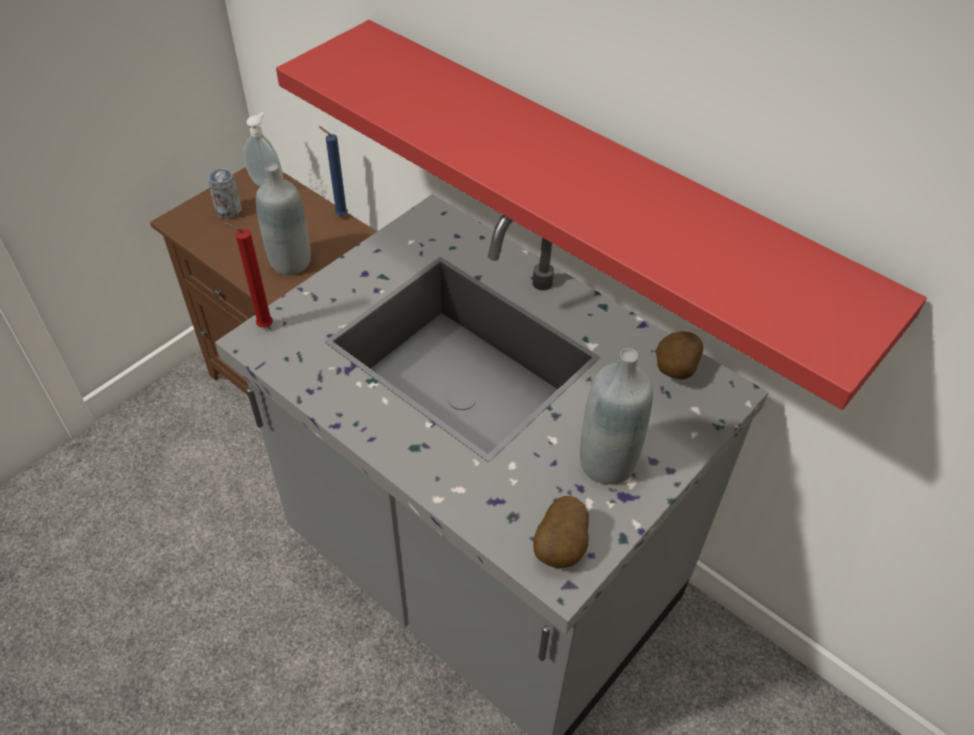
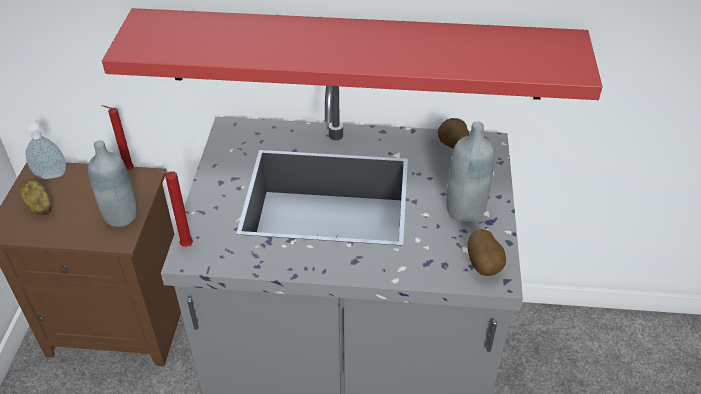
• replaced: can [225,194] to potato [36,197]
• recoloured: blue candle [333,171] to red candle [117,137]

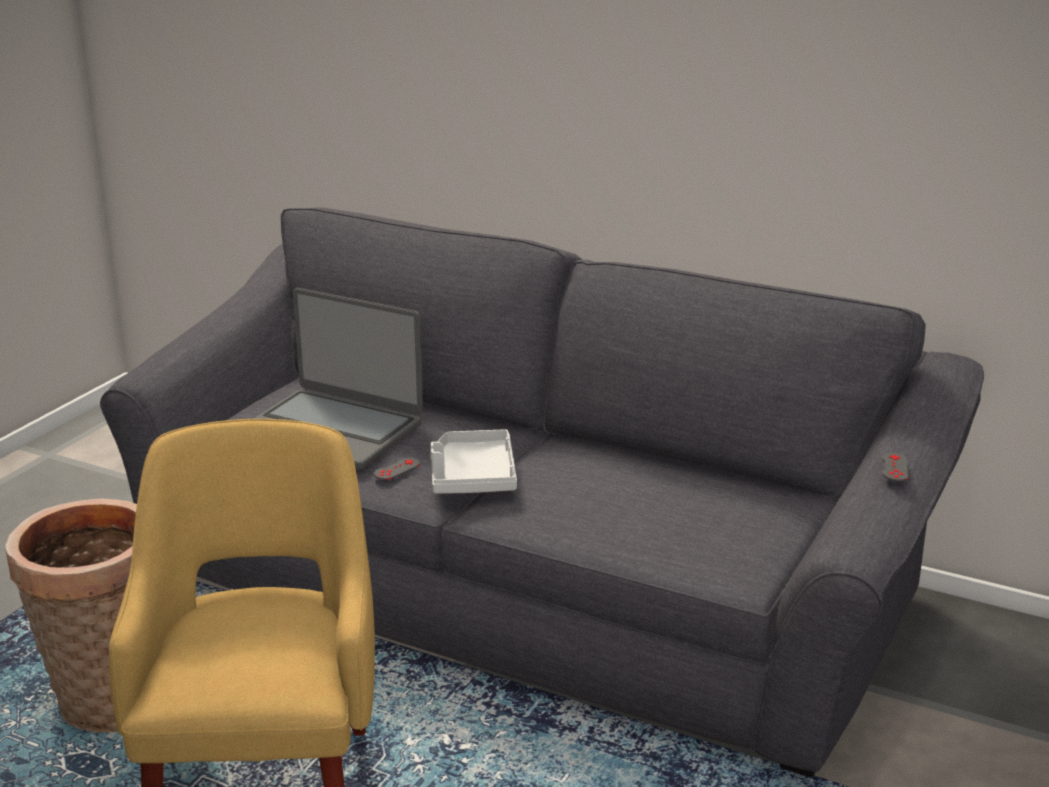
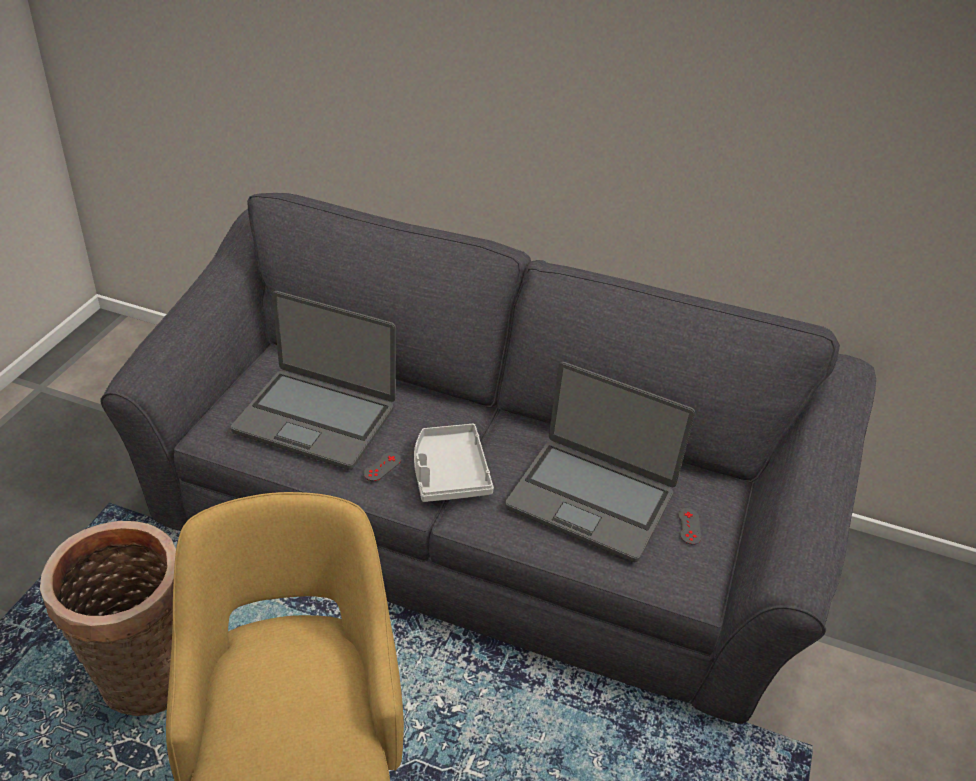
• added: laptop [600,462]
• moved: grey game controller [895,466] to [689,526]

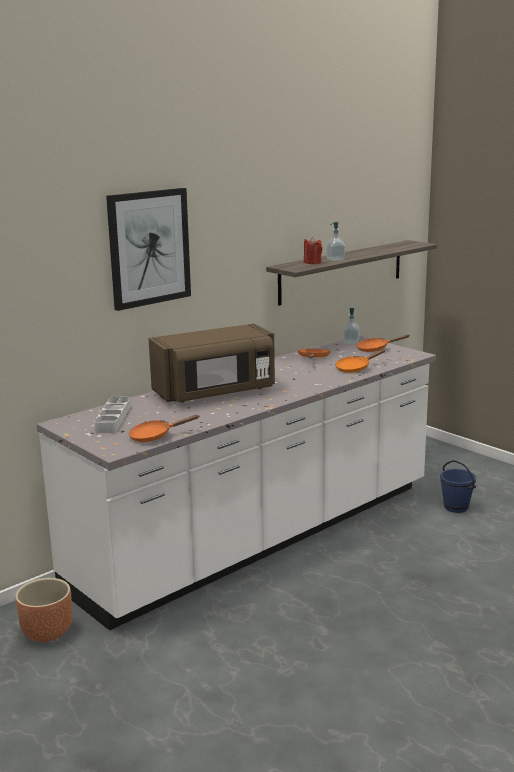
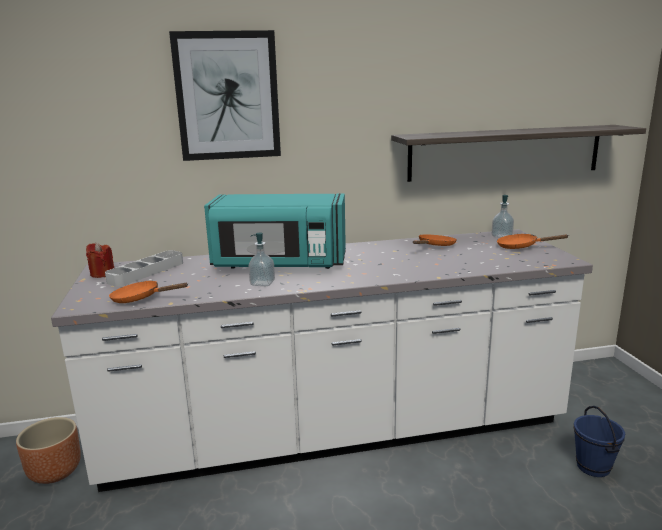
• moved: red candle [313,250] to [100,260]
• recoloured: brown microwave [212,363] to turquoise microwave [275,231]
• moved: soap dispenser [335,241] to [262,259]
• removed: orange frying pan [360,361]

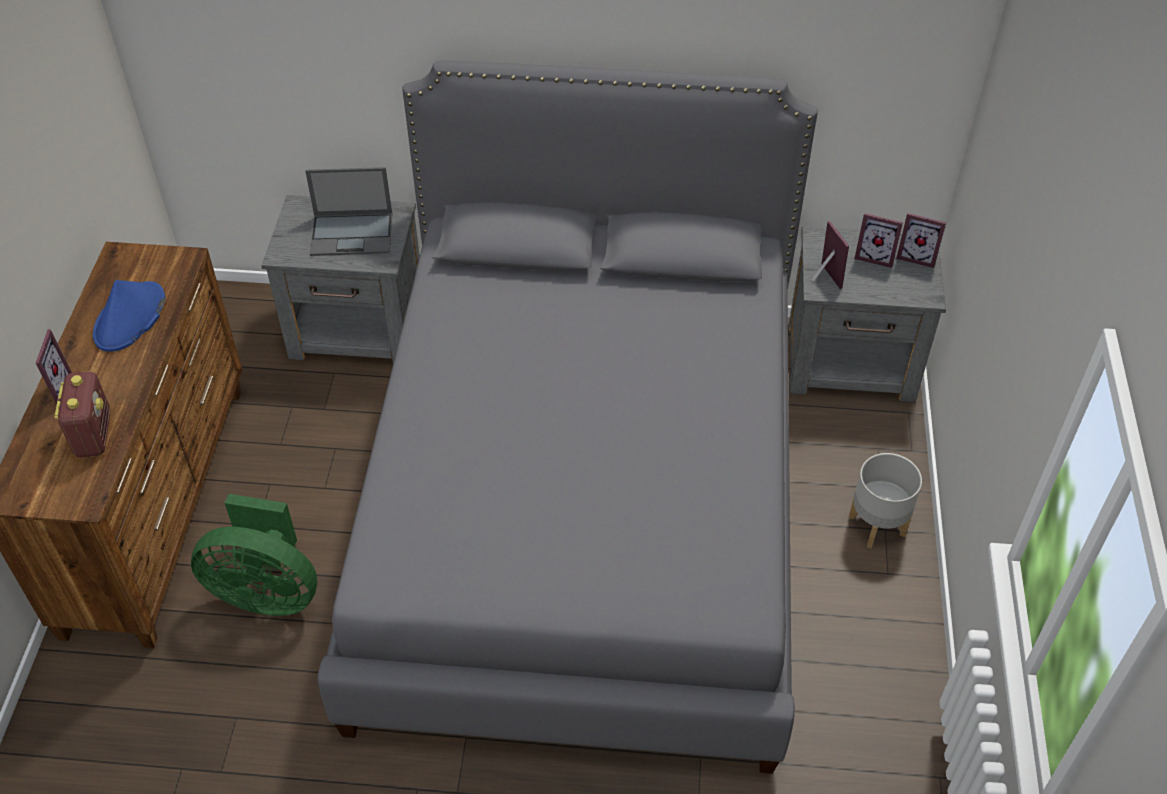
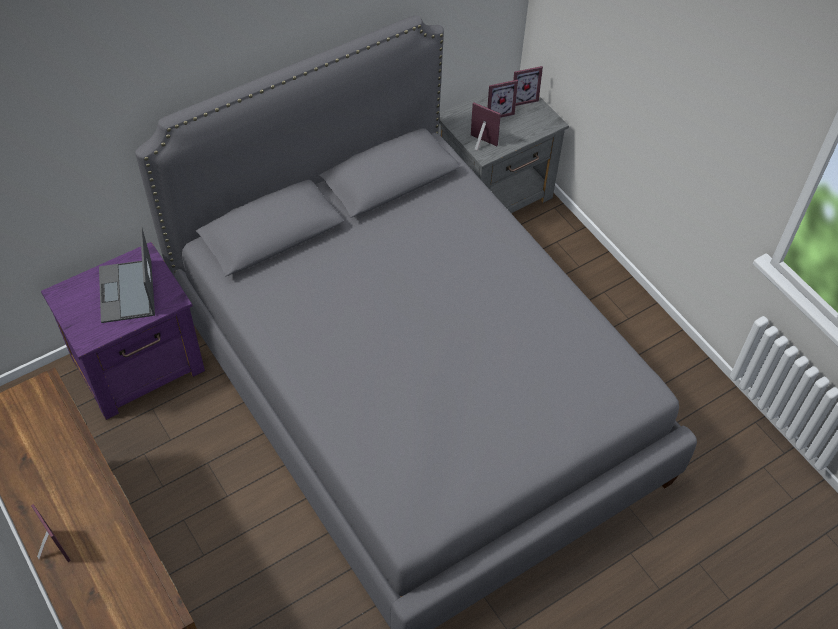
• recoloured: grey nightstand [340,279] to purple nightstand [123,331]
• turned: laptop [348,211] = [127,274] 120 degrees clockwise
• removed: radio [82,414]
• removed: blue hat [129,316]
• removed: green fan [254,555]
• removed: grey planter [885,500]

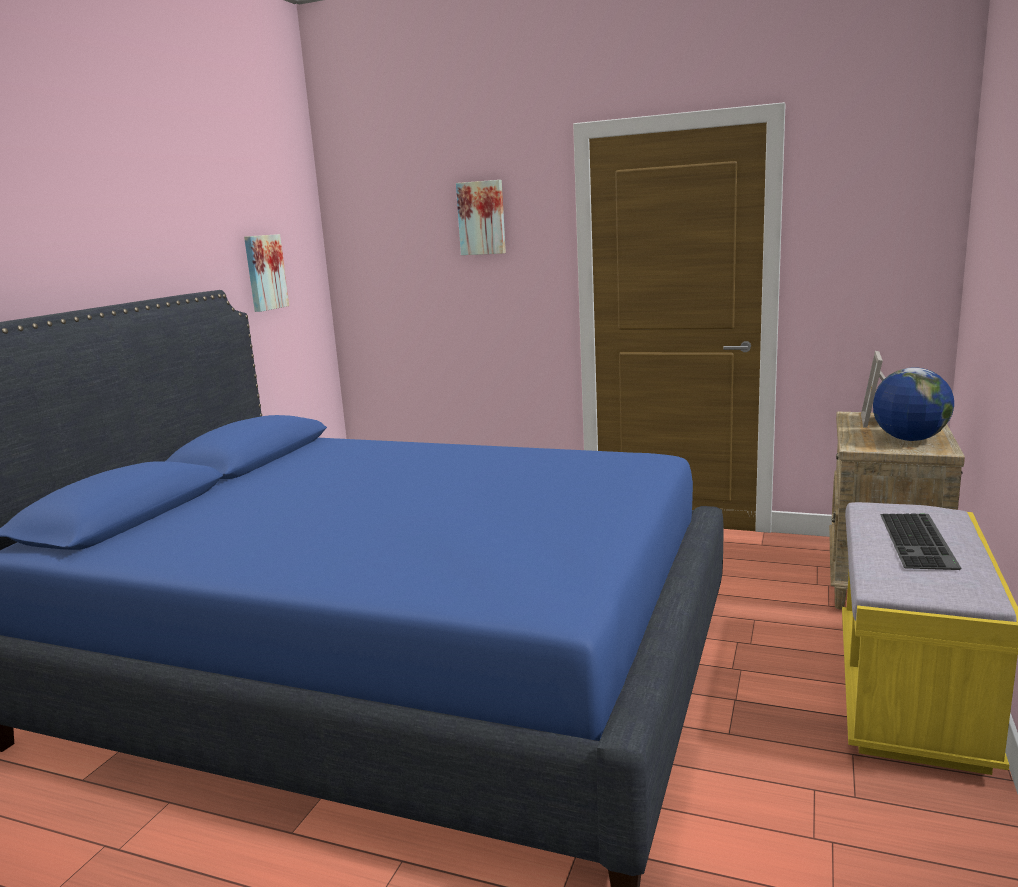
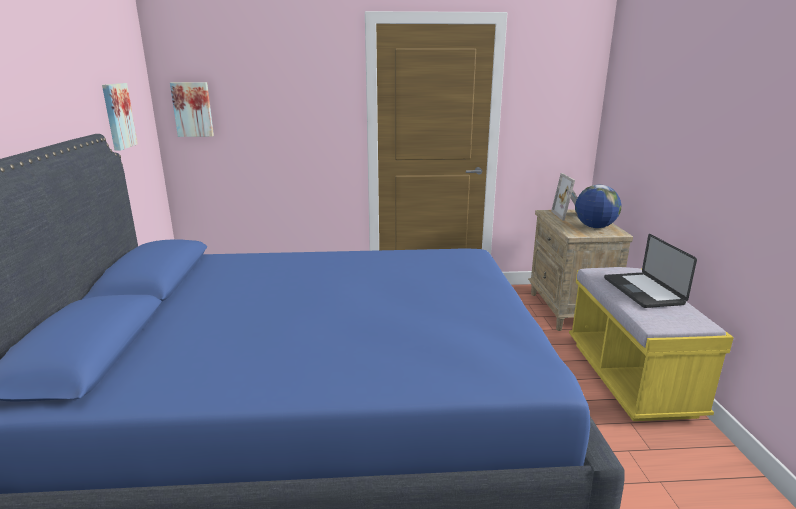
• moved: picture [481,217] to [192,109]
• replaced: keyboard [921,542] to laptop [650,271]

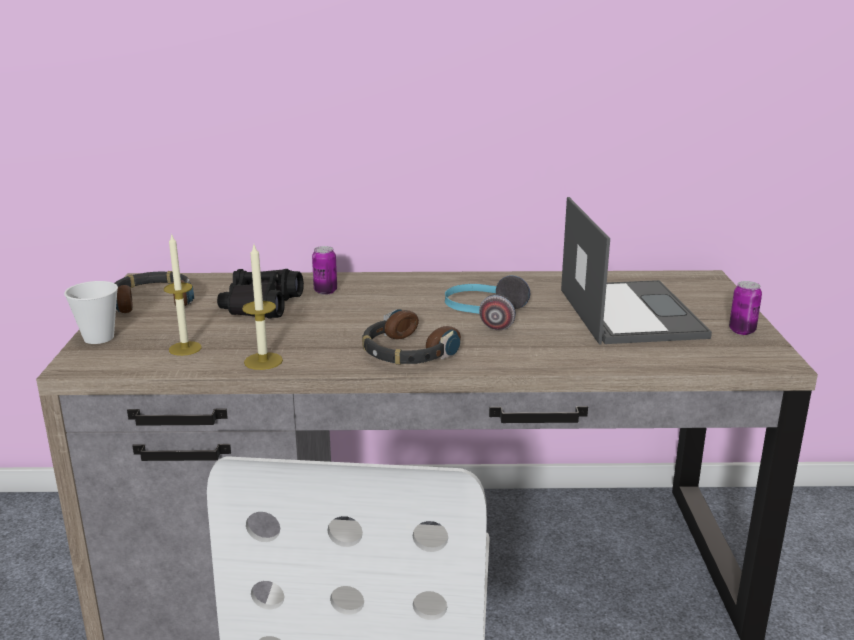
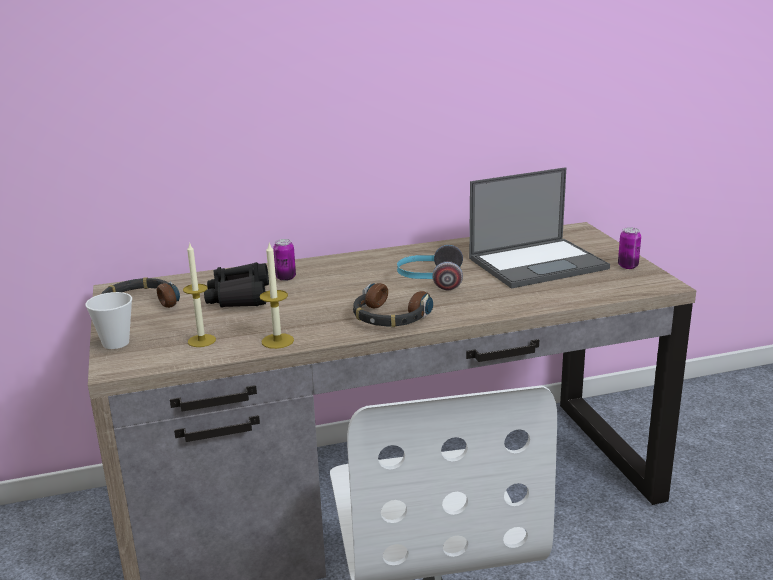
• turned: laptop [636,270] = [539,228] 90 degrees clockwise

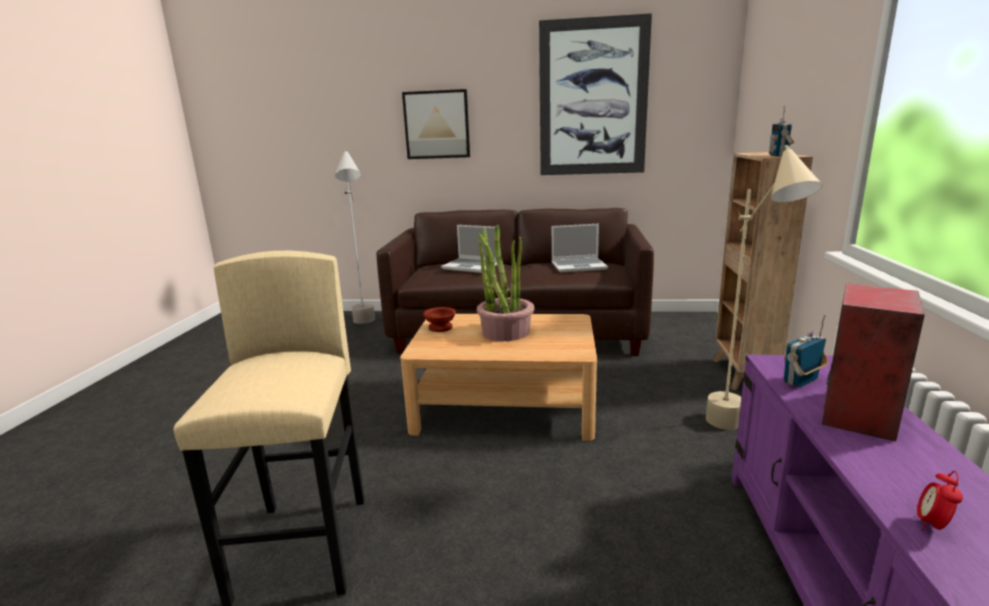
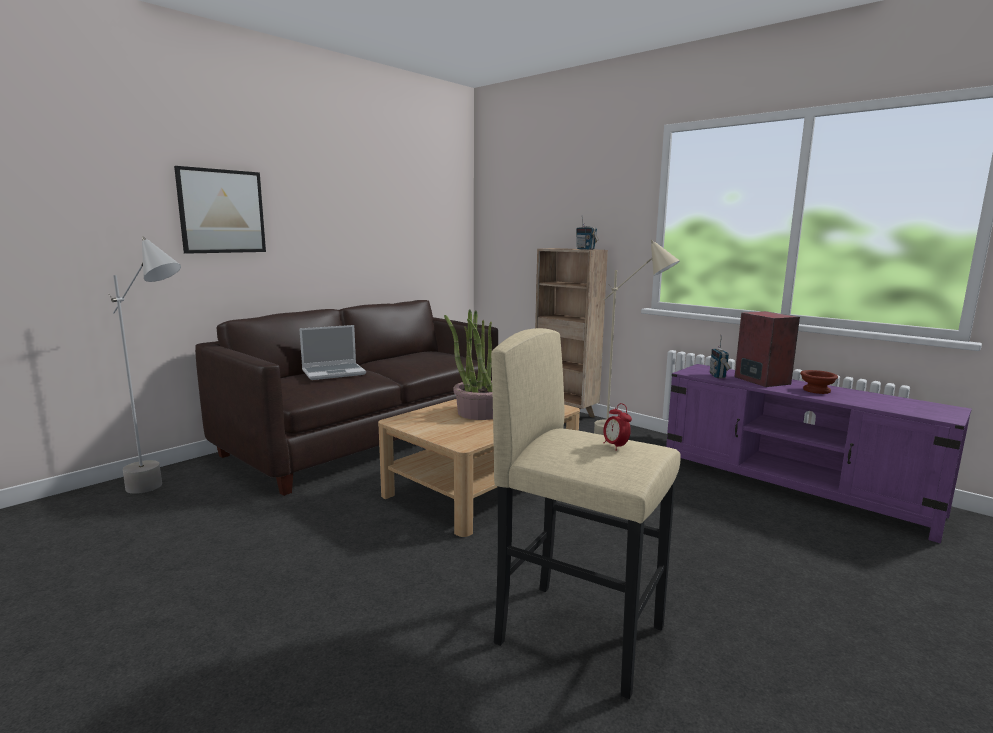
• moved: alarm clock [940,501] to [618,427]
• moved: brown bowl [439,319] to [819,382]
• removed: picture [595,94]
• removed: laptop [580,248]

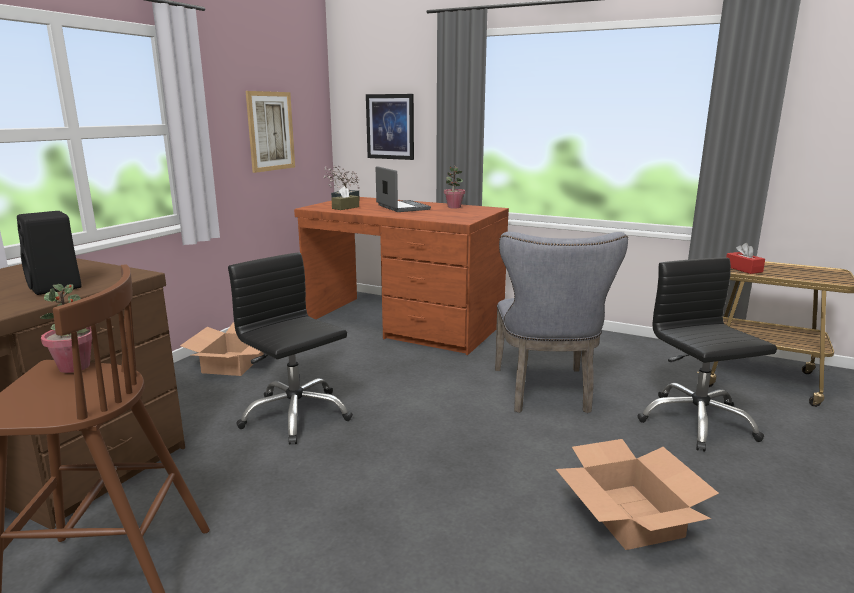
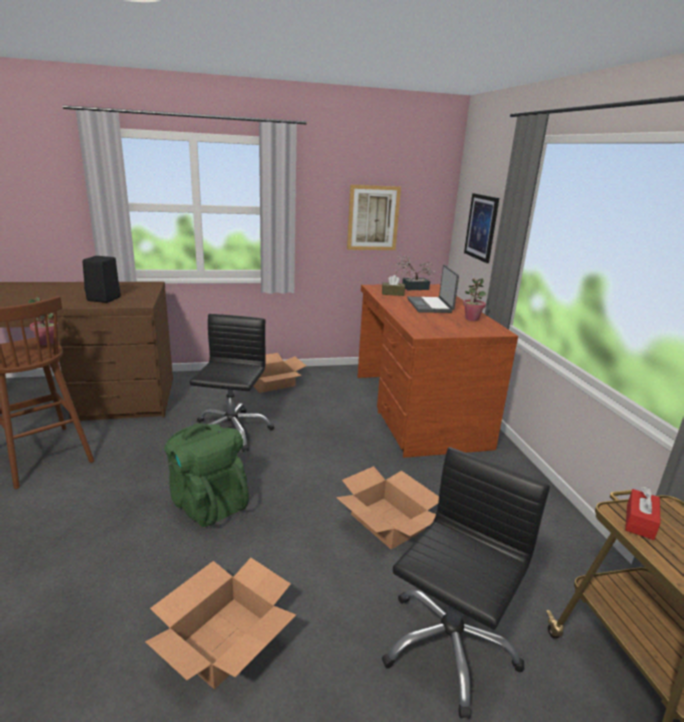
• added: green backpack [206,475]
• replaced: grey chair [561,322] to cardboard box [387,507]
• turned: laptop [403,189] = [433,289] 150 degrees clockwise

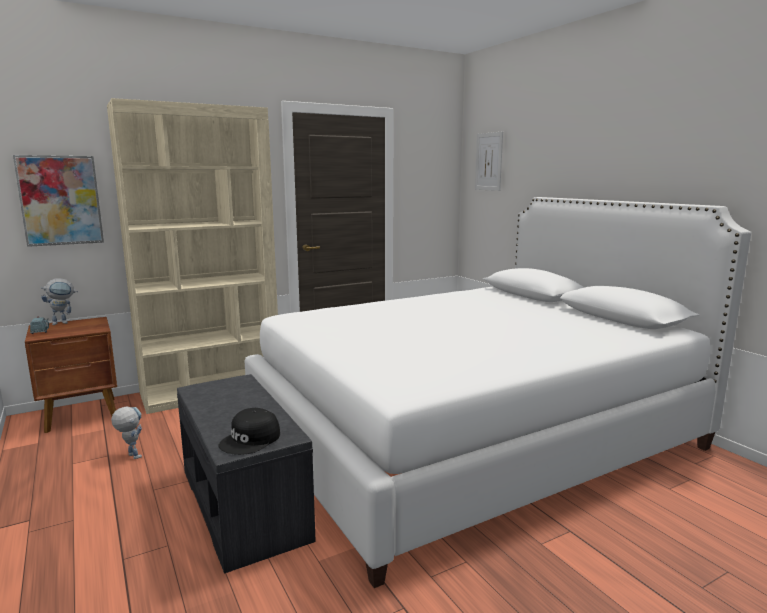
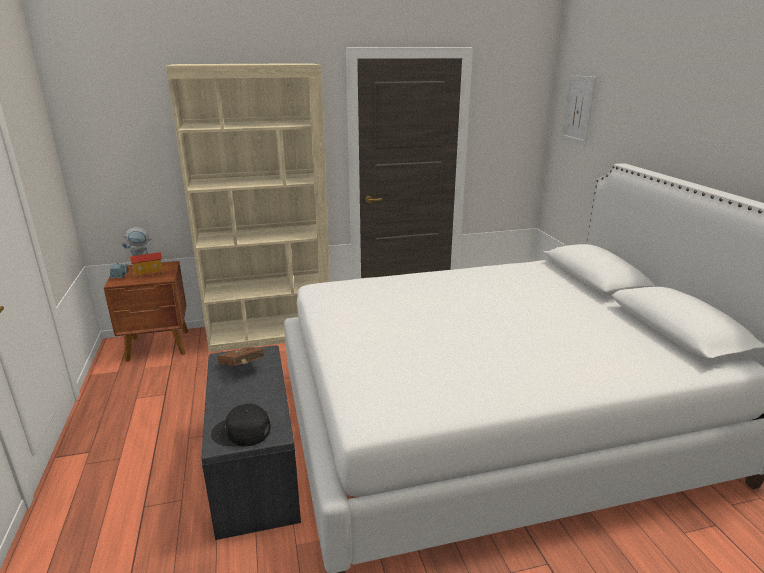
• added: toy house [149,265]
• turned: black cap [249,431] = [240,425] 45 degrees clockwise
• added: brown book [240,356]
• removed: picture [58,201]
• removed: toy robot [126,432]

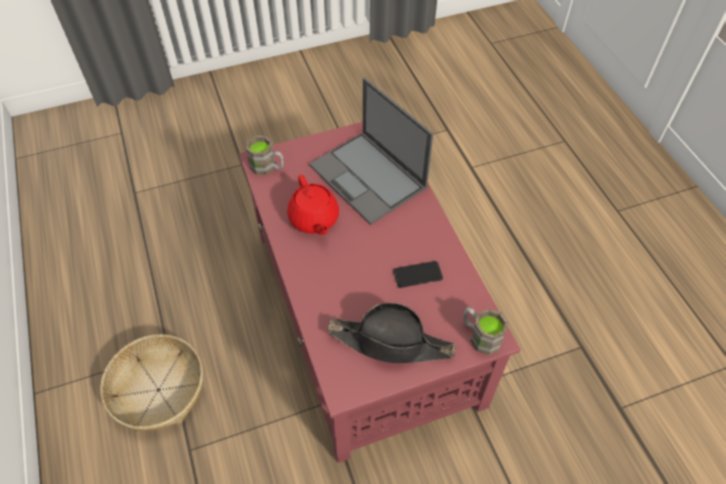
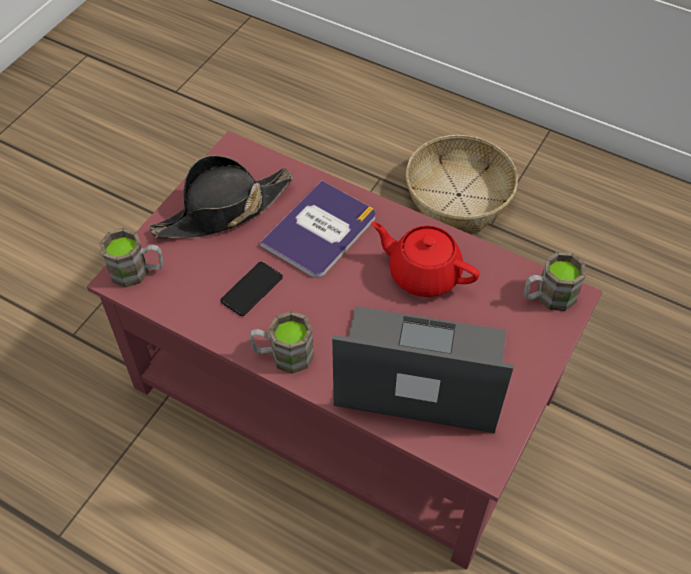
• added: brown mug [281,342]
• added: book [318,229]

